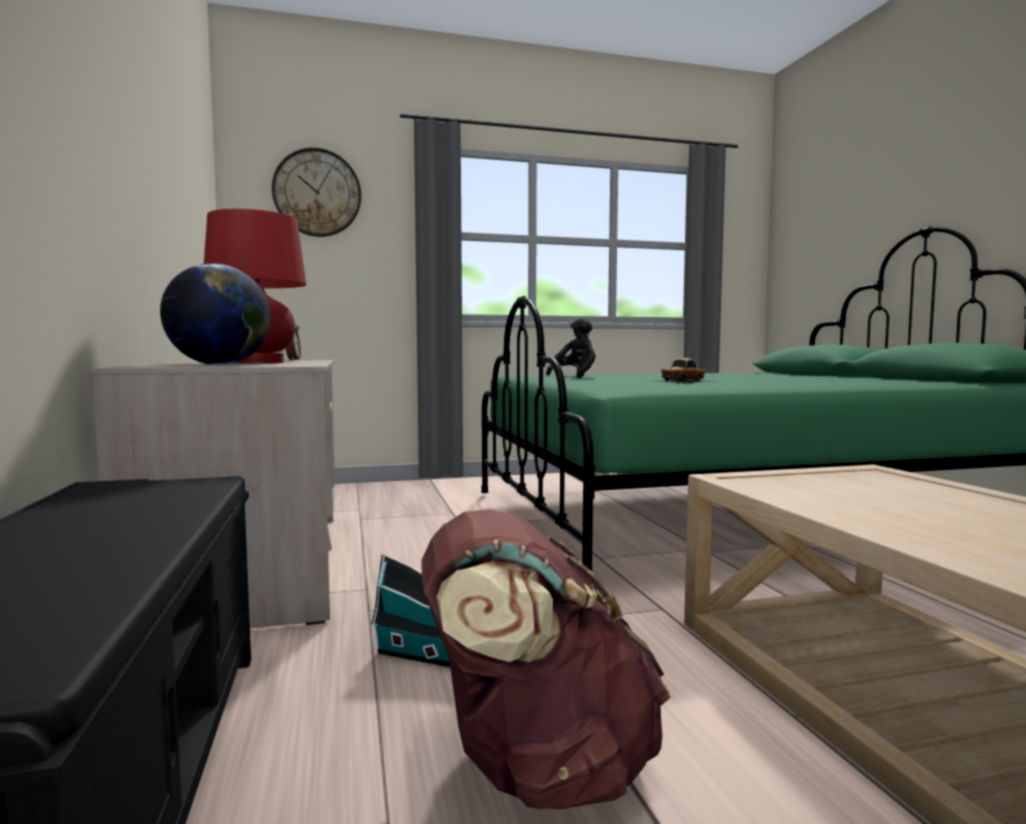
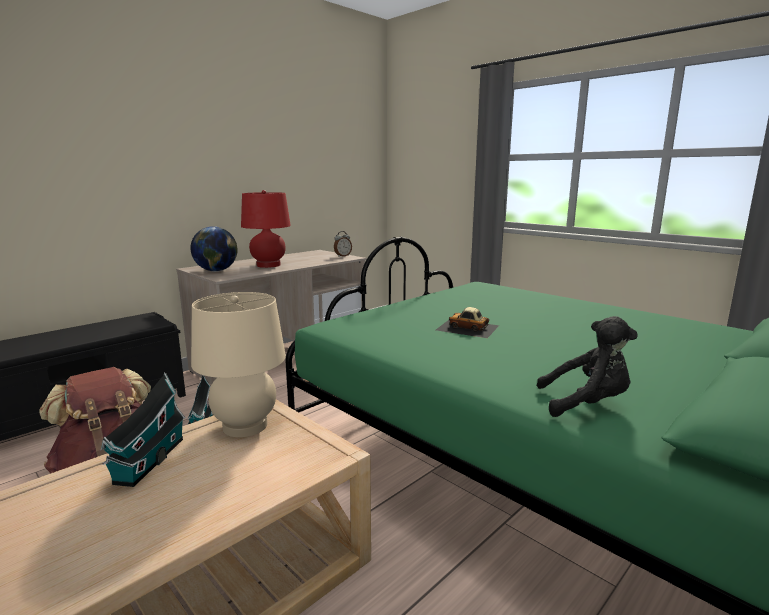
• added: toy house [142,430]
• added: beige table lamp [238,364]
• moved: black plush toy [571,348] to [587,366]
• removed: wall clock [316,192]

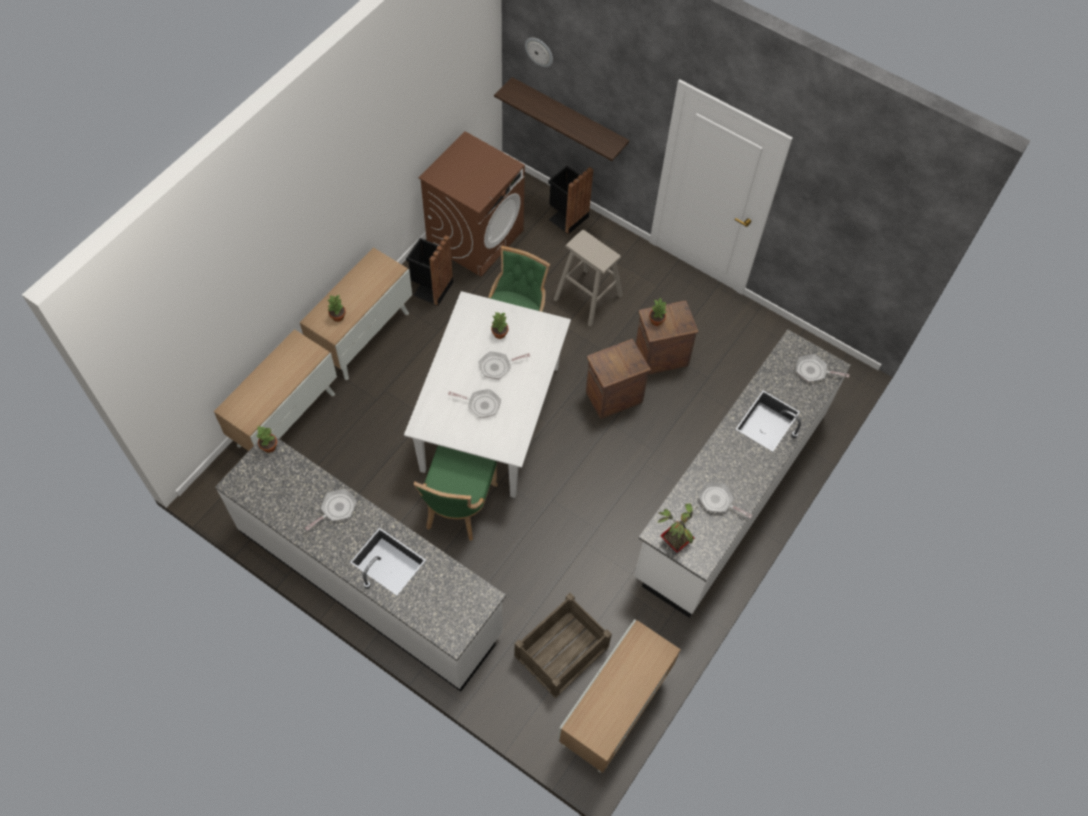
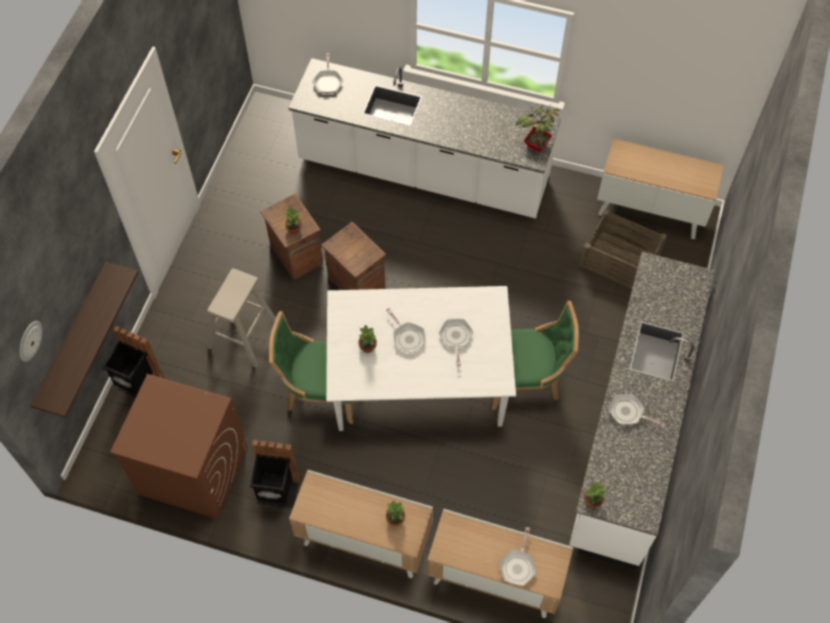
• moved: frying pan [725,500] to [517,556]

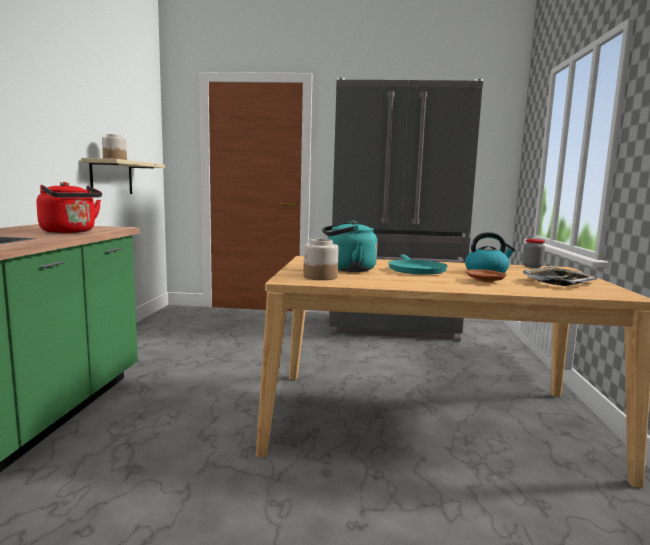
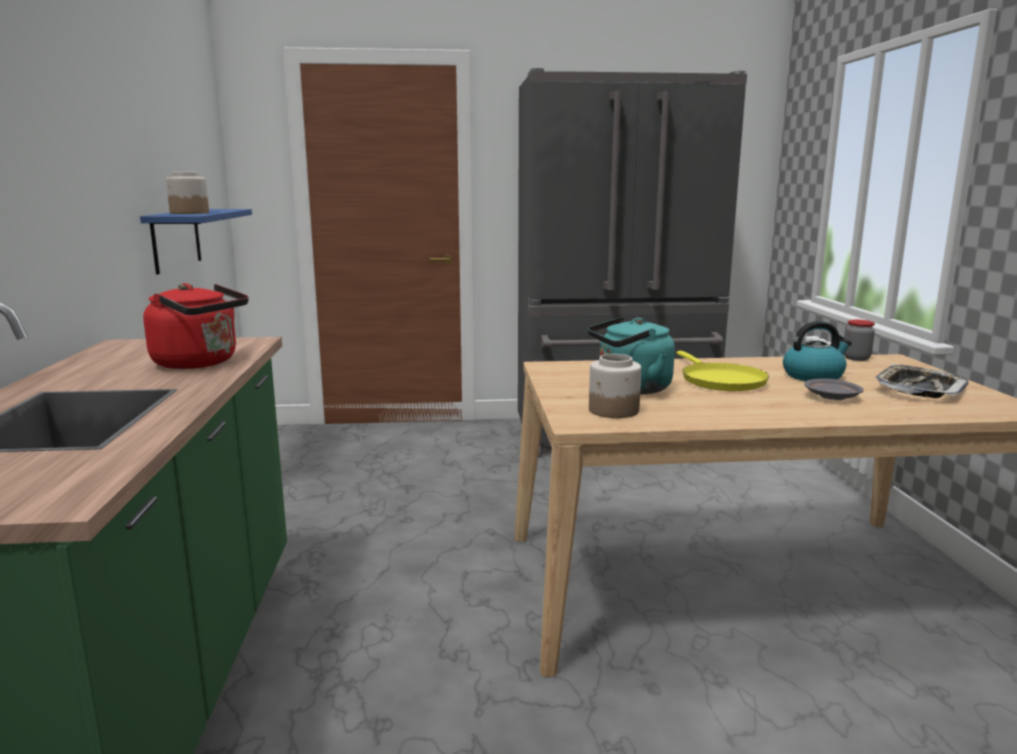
• recoloured: beige shelf [123,176] to blue shelf [196,241]
• recoloured: turquoise frying pan [417,264] to yellow frying pan [723,371]
• recoloured: brown plate [486,276] to grey plate [834,389]

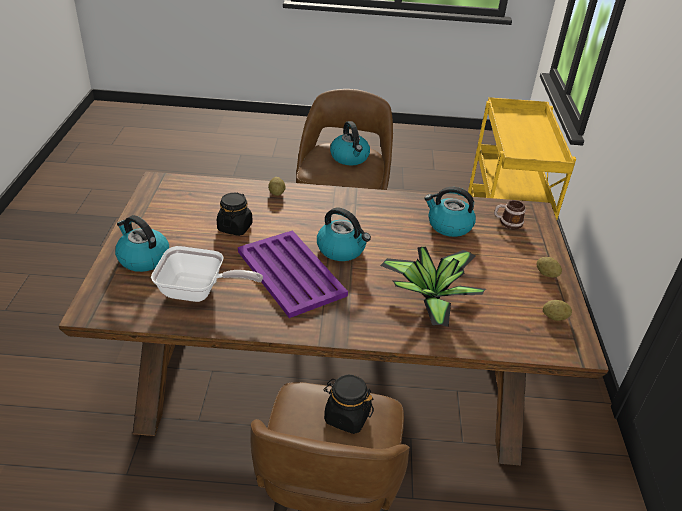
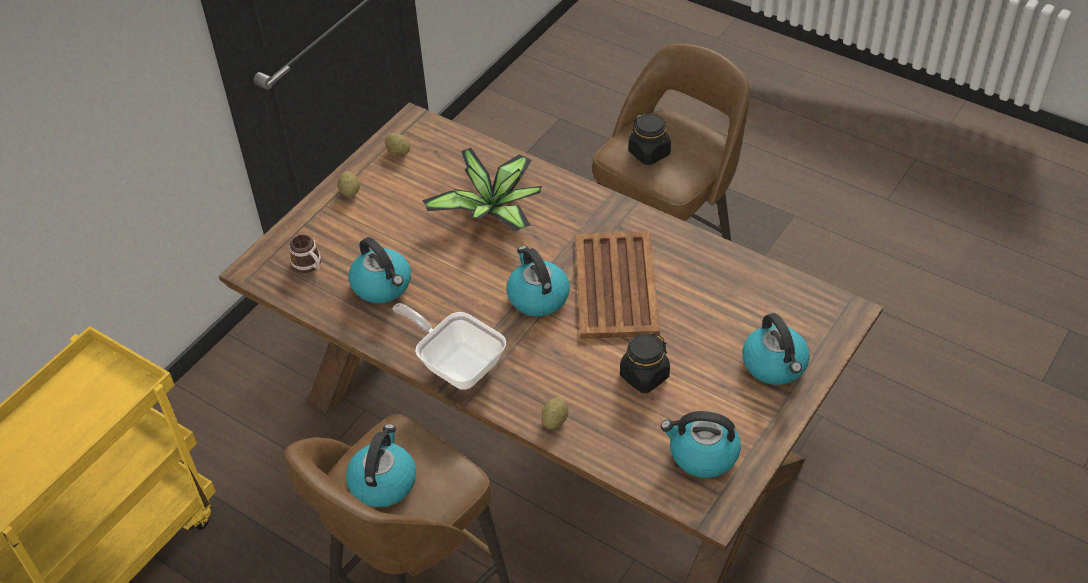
• moved: frying pan [207,274] to [449,346]
• recoloured: purple tray [293,274] to brown tray [617,285]
• added: kettle [701,444]

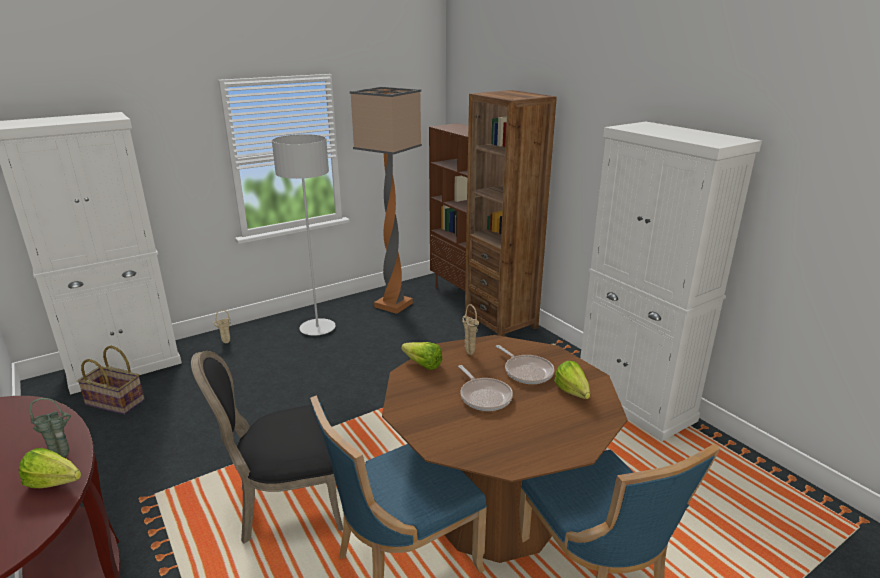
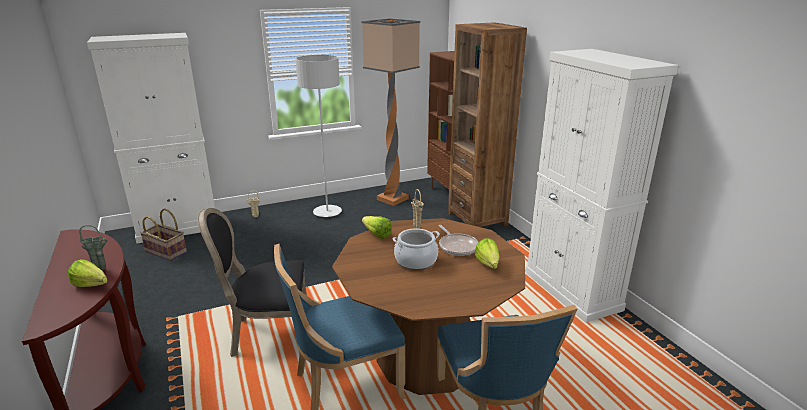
• replaced: frying pan [485,388] to cooking pot [416,249]

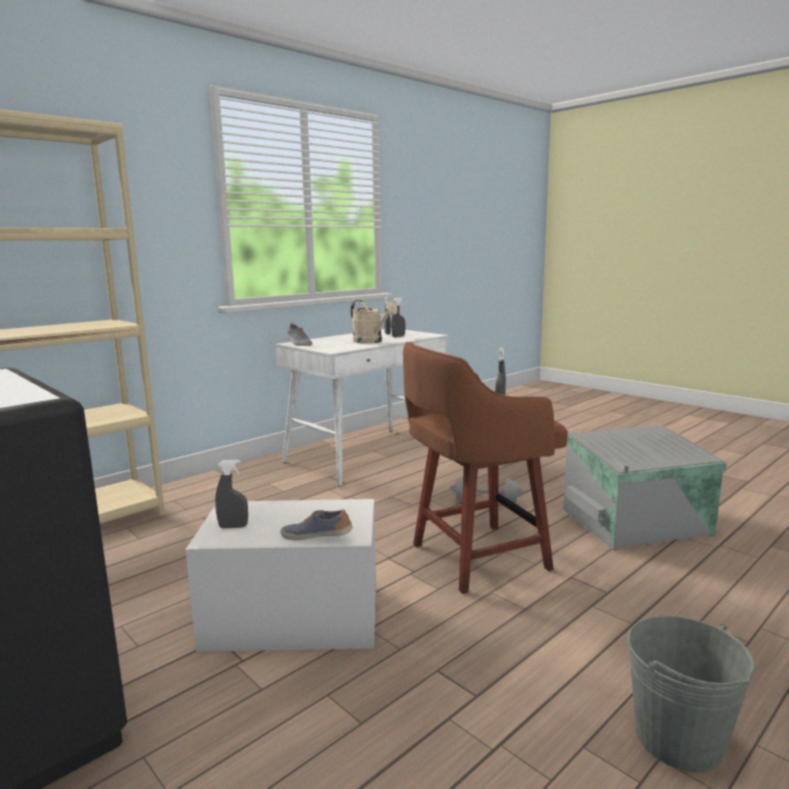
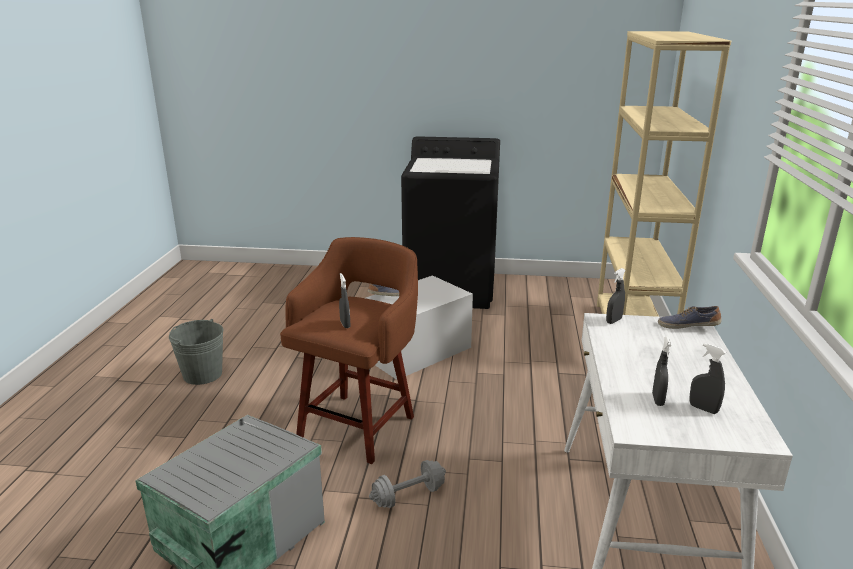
• moved: grey spray bottle [231,494] to [616,296]
• removed: beige watering can [374,321]

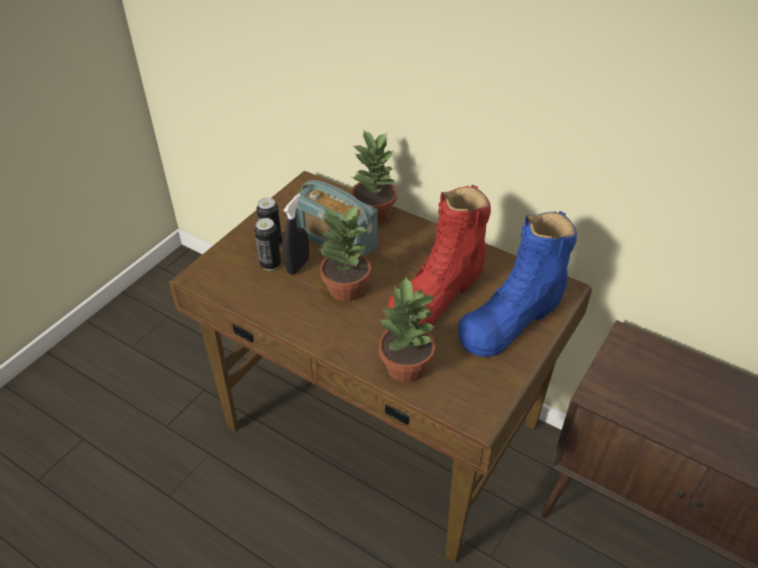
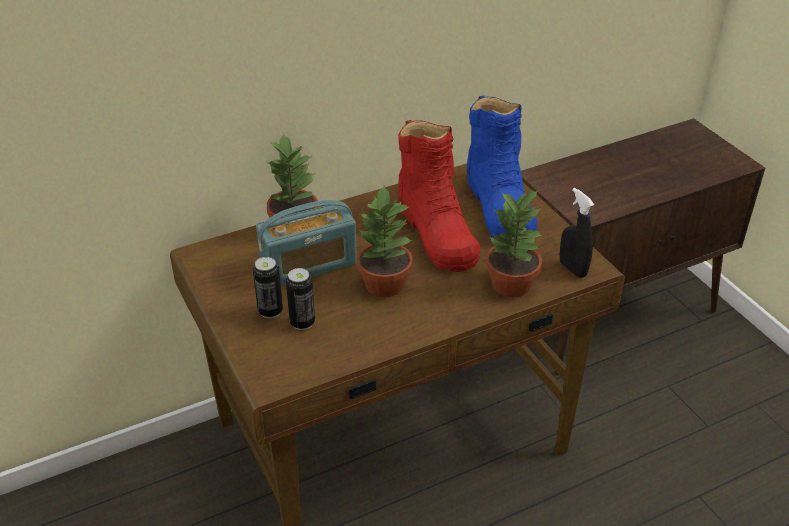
• moved: black spray bottle [296,234] to [577,233]

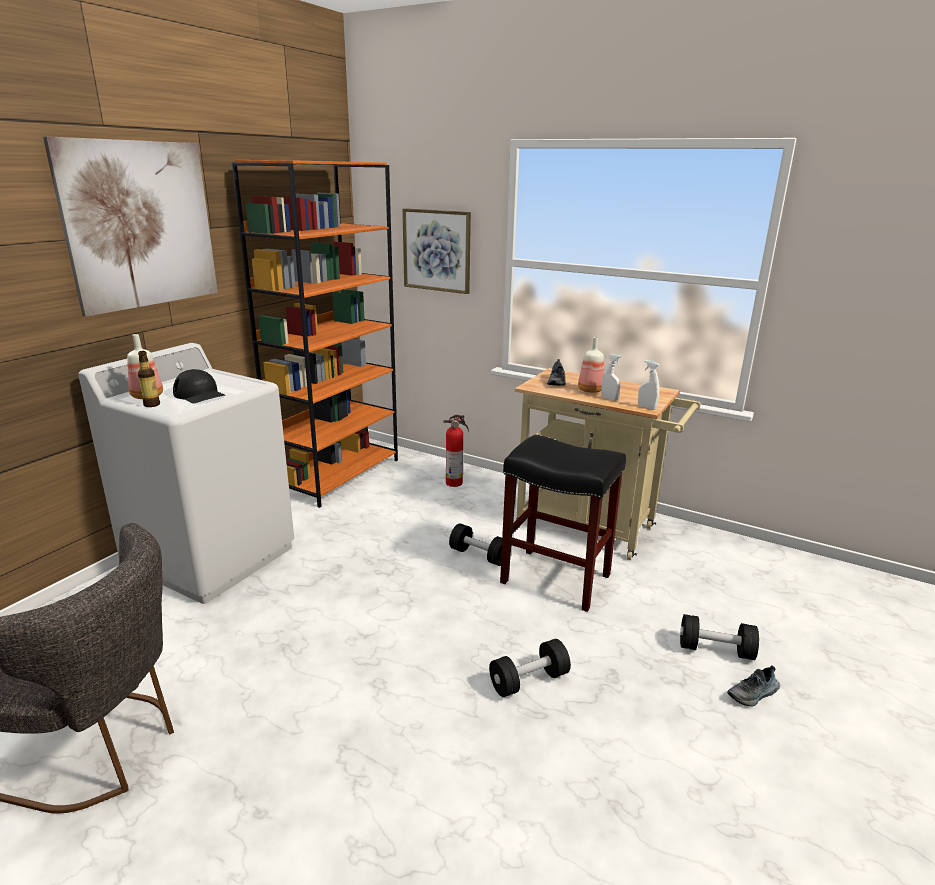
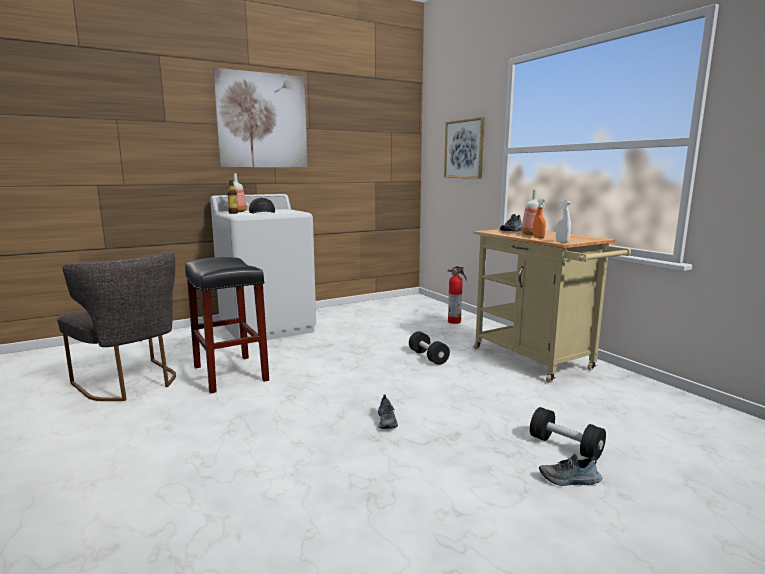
• moved: black stool [563,523] to [227,325]
• replaced: black dumbbell [530,668] to shoe [388,412]
• recoloured: white spray bottle [611,377] to orange spray bottle [539,218]
• removed: orange bookcase [315,334]

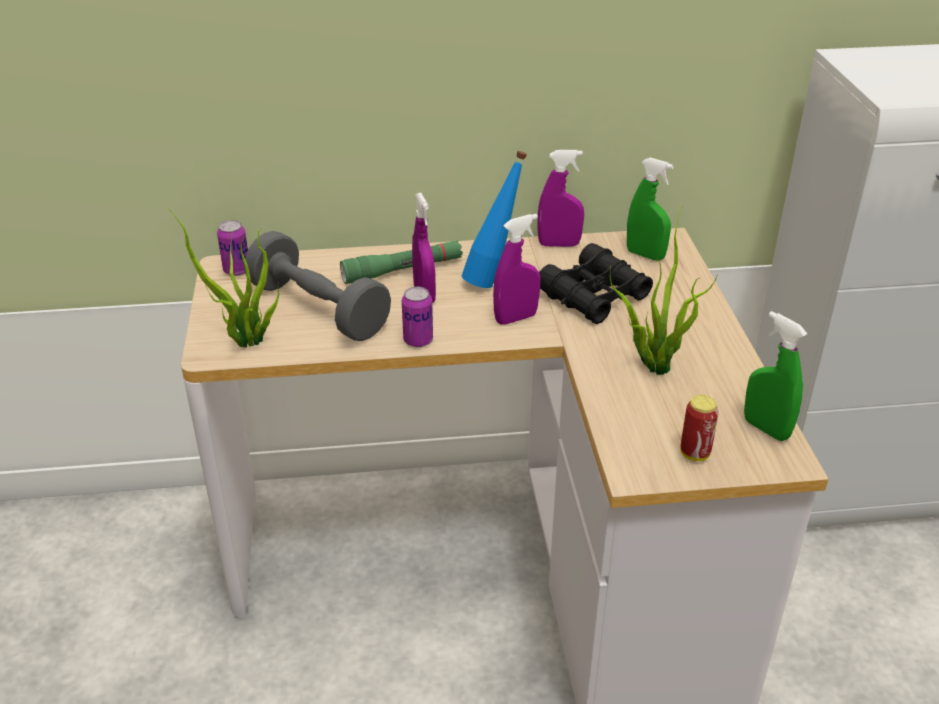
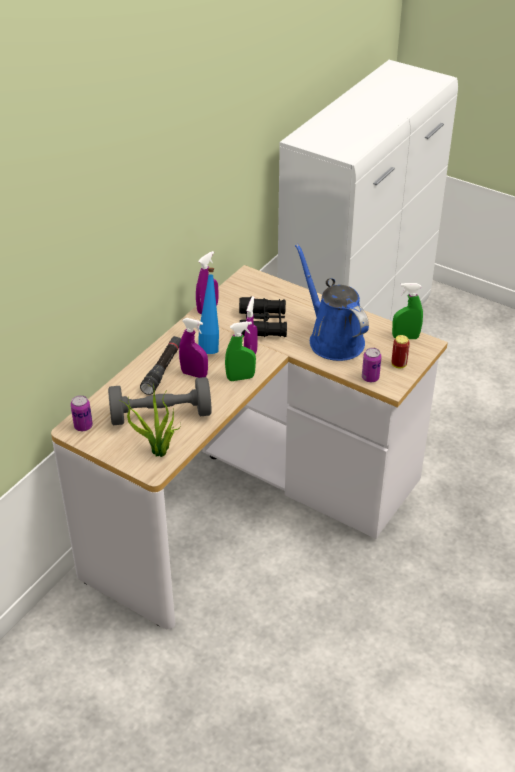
• recoloured: green flashlight [401,262] to black flashlight [160,365]
• moved: green spray bottle [650,209] to [240,351]
• replaced: potted plant [664,291] to blue watering can [332,302]
• moved: can [417,317] to [372,365]

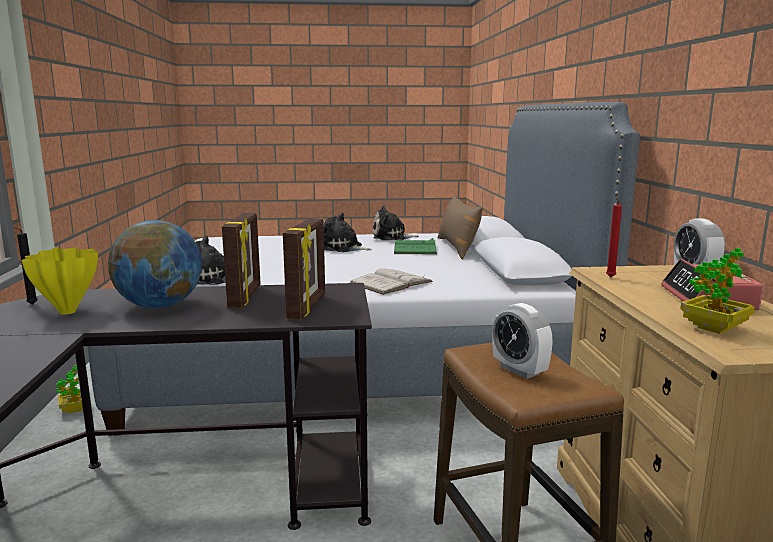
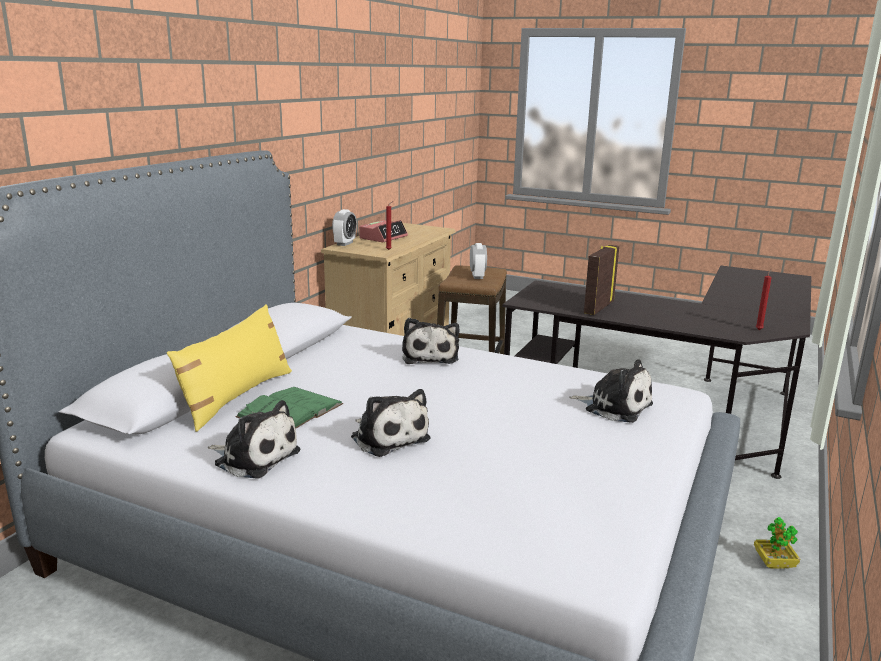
• recoloured: brown pillow [460,227] to yellow pillow [229,368]
• replaced: white book [391,281] to plush toy [430,341]
• recoloured: black candle [26,265] to red candle [763,299]
• removed: yellow vase [59,281]
• removed: globe [155,264]
• removed: picture frame [304,268]
• removed: potted plant [717,291]

